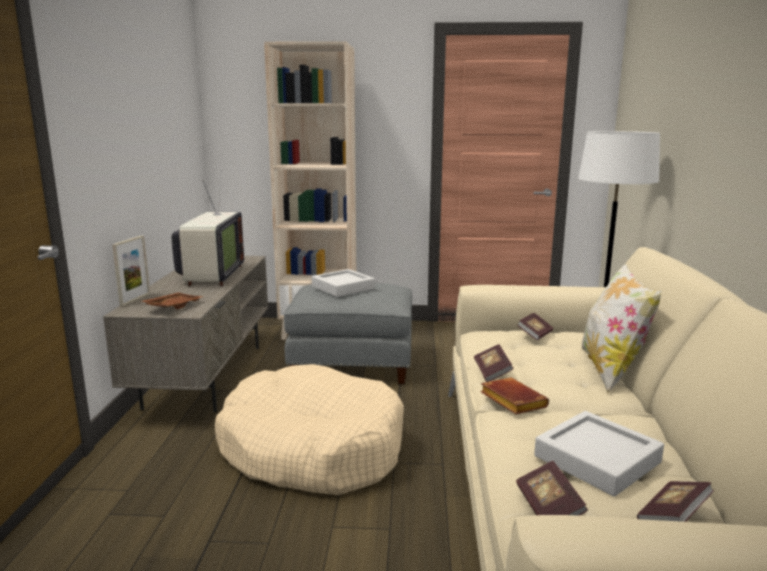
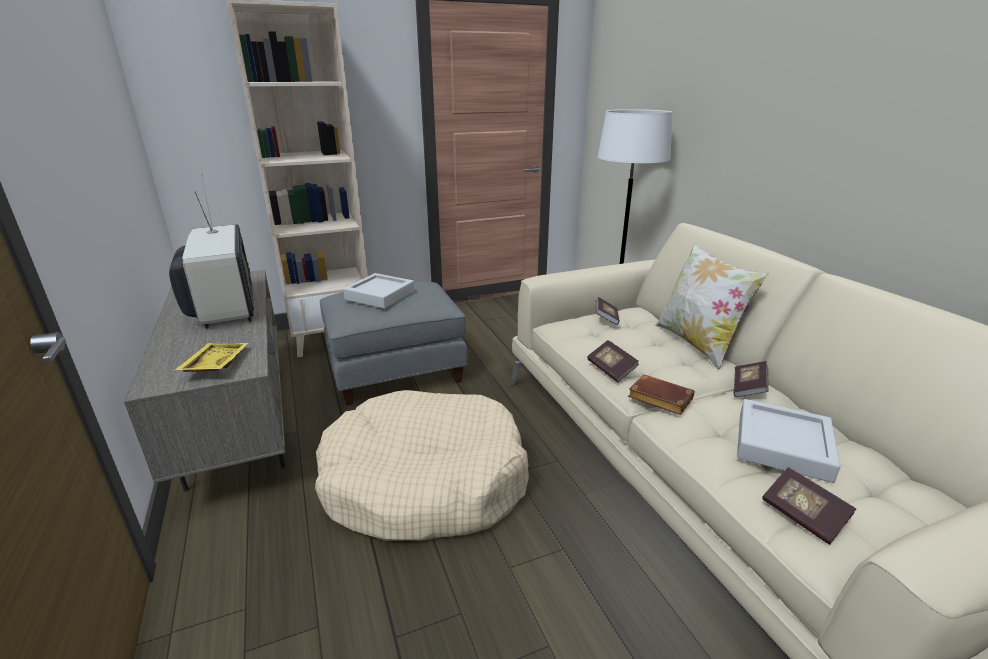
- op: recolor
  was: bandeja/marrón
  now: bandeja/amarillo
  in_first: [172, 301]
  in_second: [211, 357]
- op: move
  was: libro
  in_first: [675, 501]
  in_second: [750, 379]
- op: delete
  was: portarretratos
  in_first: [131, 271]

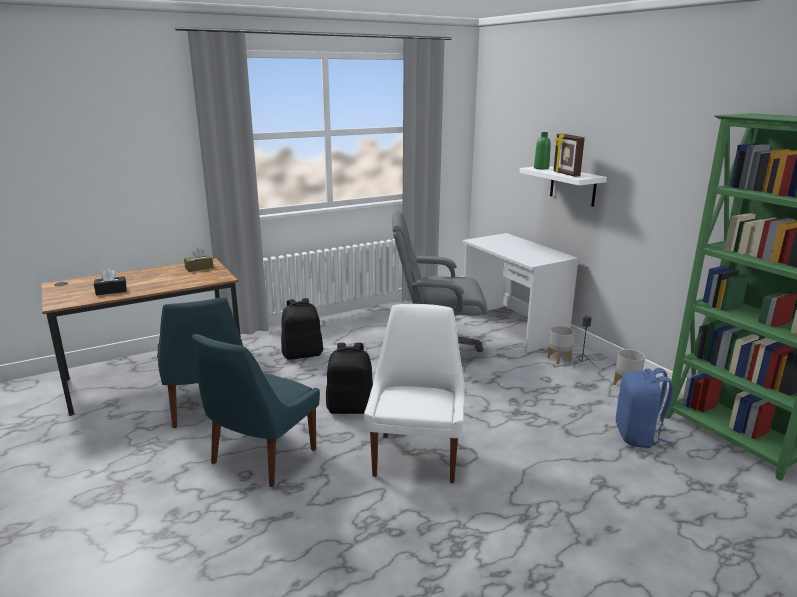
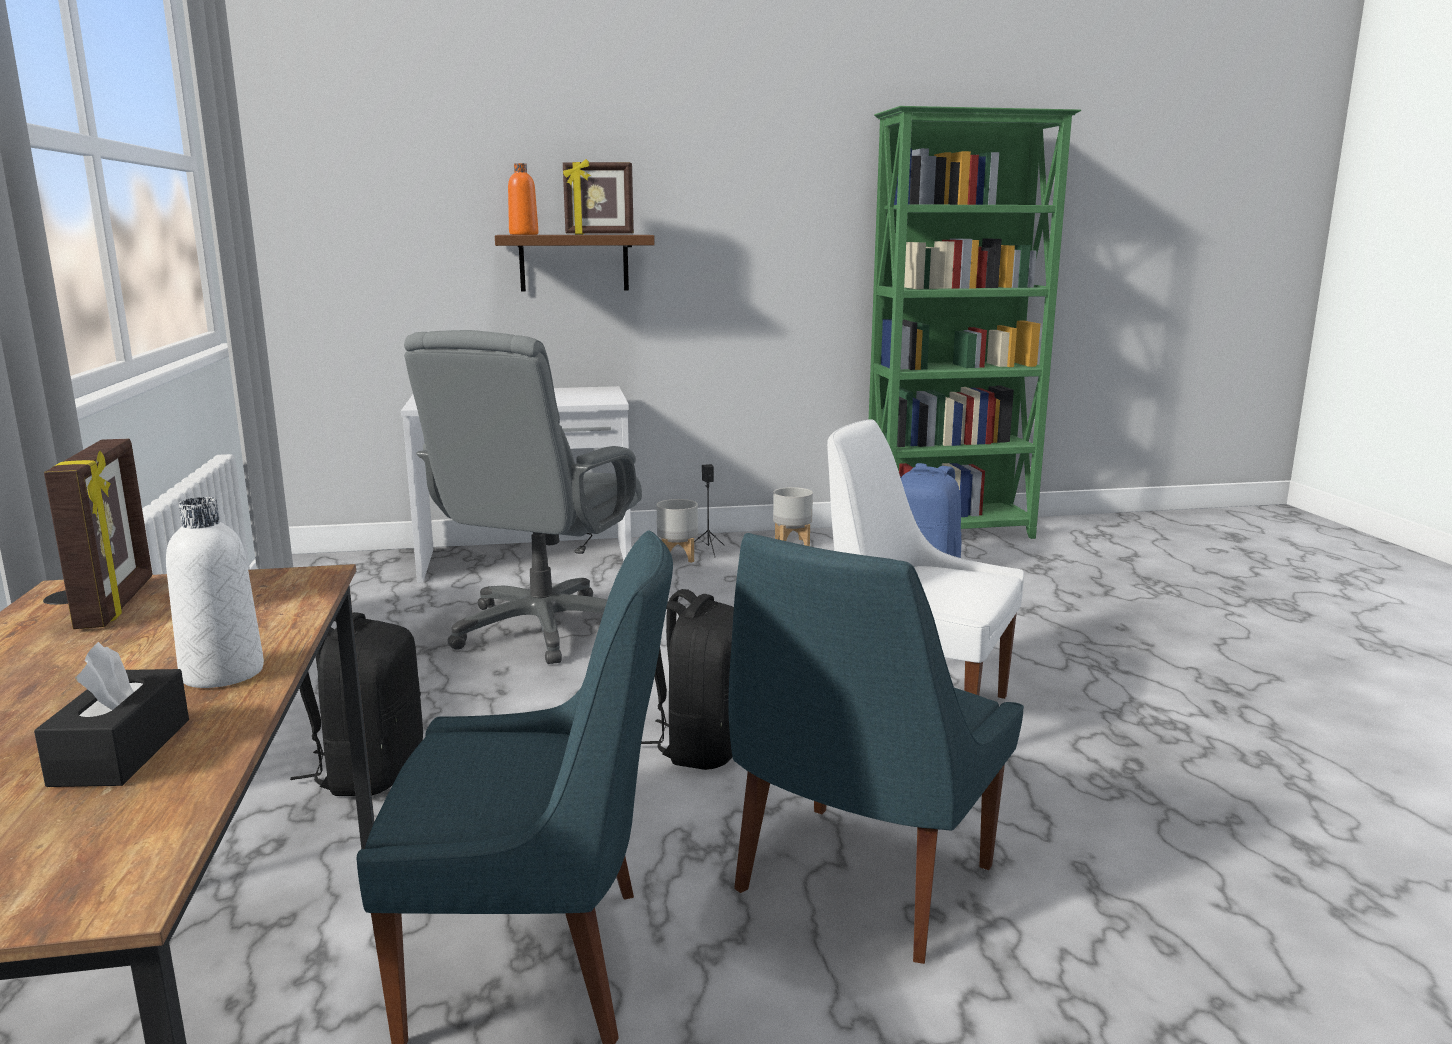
- op: replace
  was: caja de pañuelos/marrón
  now: portarretratos
  in_first: [199, 260]
  in_second: [98, 534]
- op: insert
  now: botella/blanco
  in_second: [215, 592]
- op: recolor
  was: estante/blanco
  now: estante/marrón
  in_first: [563, 186]
  in_second: [575, 263]
- op: recolor
  was: botella/verde
  now: botella/naranja
  in_first: [542, 150]
  in_second: [523, 199]
- op: rotate
  was: silla/azul
  in_first: [256, 410]
  in_second: [876, 748]
  clockwise: 75

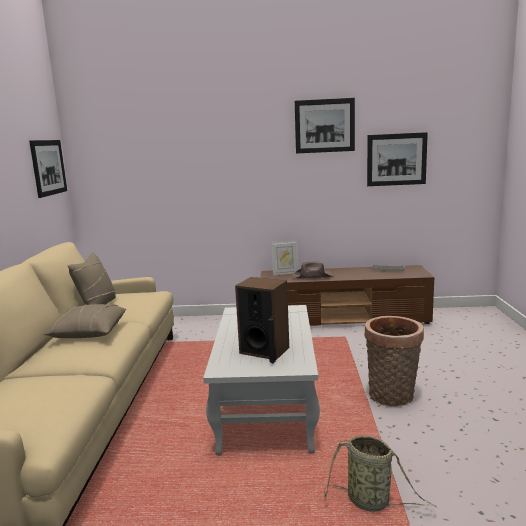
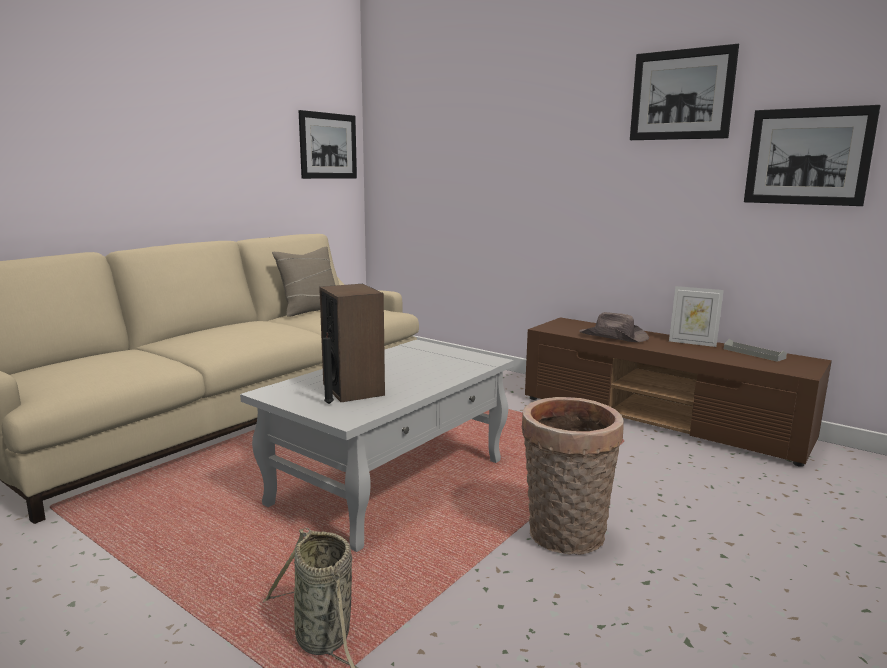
- op: move
  was: portarretratos
  in_first: [285, 257]
  in_second: [696, 316]
- op: delete
  was: cojín/beis
  in_first: [84, 321]

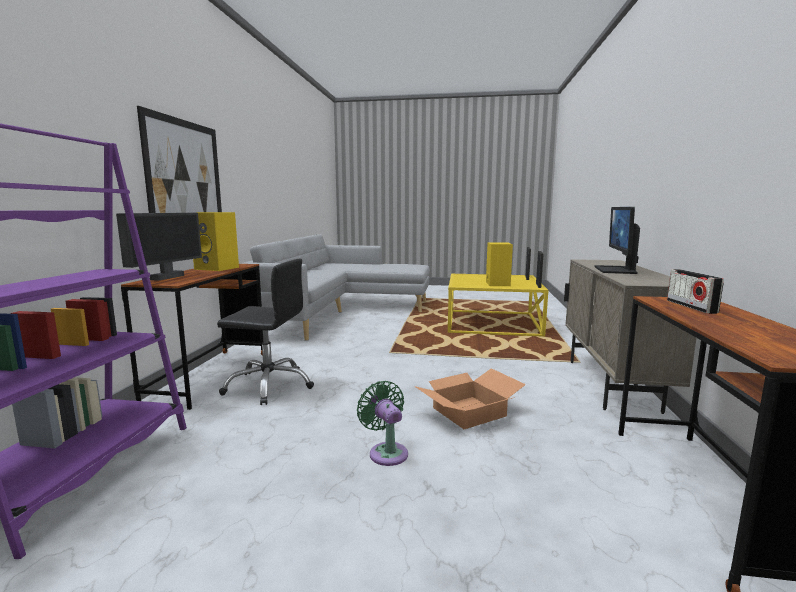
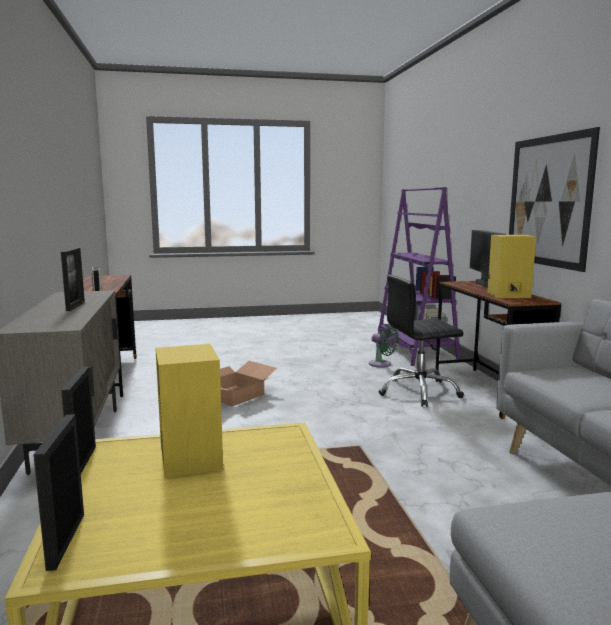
- op: replace
  was: monitor
  now: portarretratos
  in_first: [617, 240]
  in_second: [73, 279]
- op: move
  was: ventilador/verde
  in_first: [382, 423]
  in_second: [384, 347]

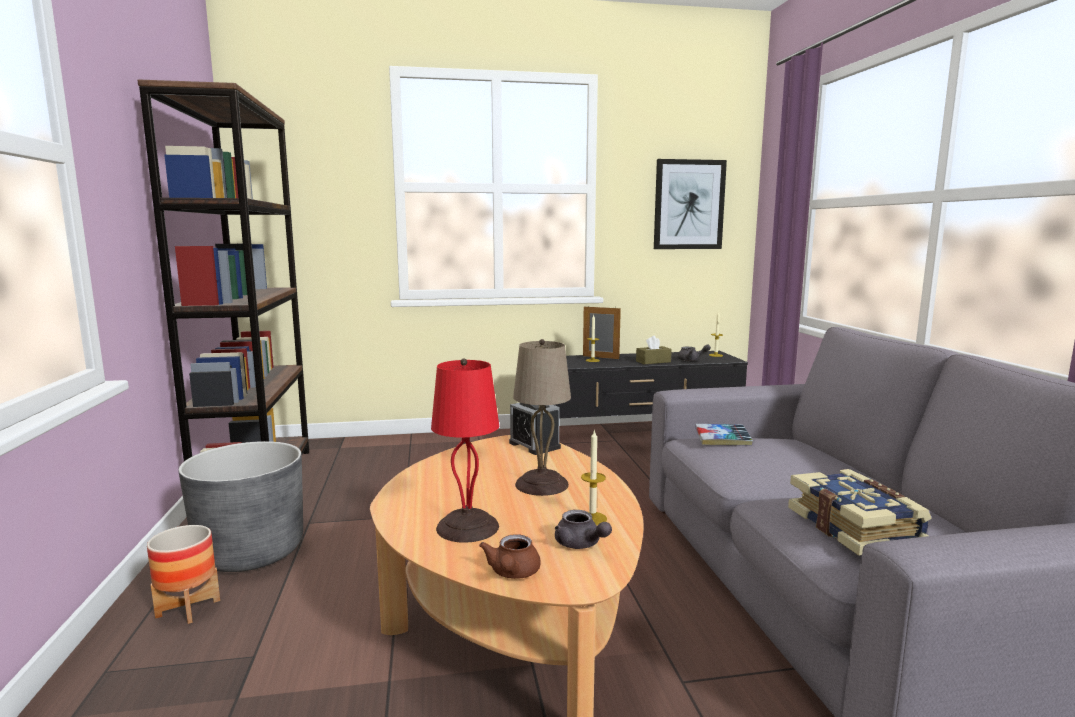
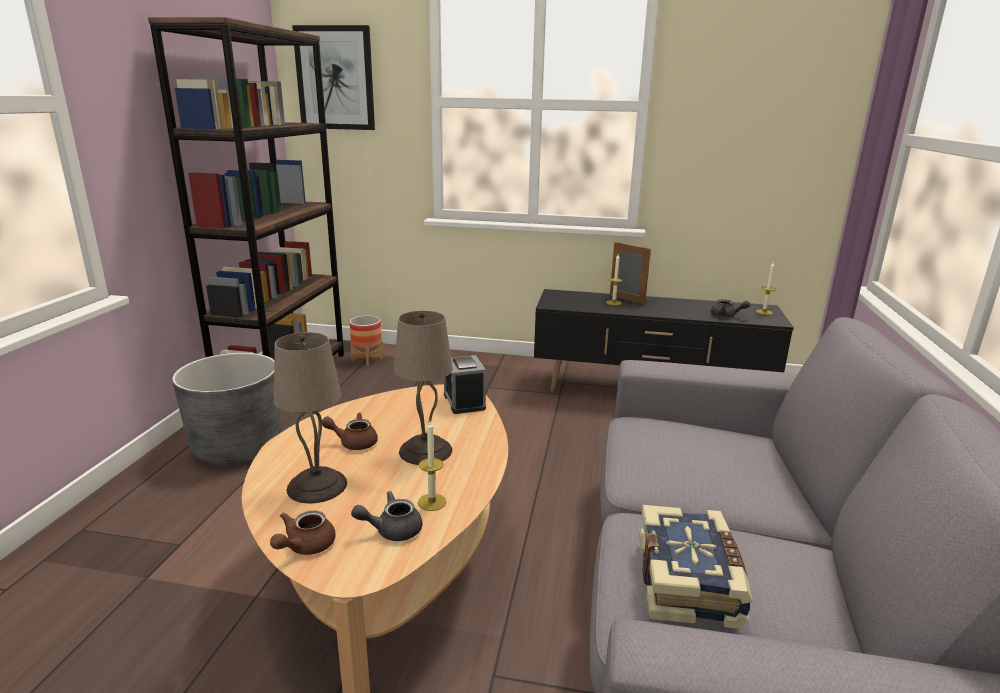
- op: recolor
  was: lámpara de mesa/rojo
  now: lámpara de mesa/beis
  in_first: [465, 451]
  in_second: [310, 417]
- op: move
  was: cuadro
  in_first: [690, 204]
  in_second: [333, 77]
- op: insert
  now: tetera/marrón
  in_second: [350, 431]
- op: move
  was: maceta
  in_first: [183, 574]
  in_second: [366, 340]
- op: rotate
  was: tetera/gris
  in_first: [583, 529]
  in_second: [386, 516]
  clockwise: 90
- op: delete
  was: caja de pañuelos/marrón
  in_first: [654, 349]
- op: delete
  was: libro
  in_first: [724, 435]

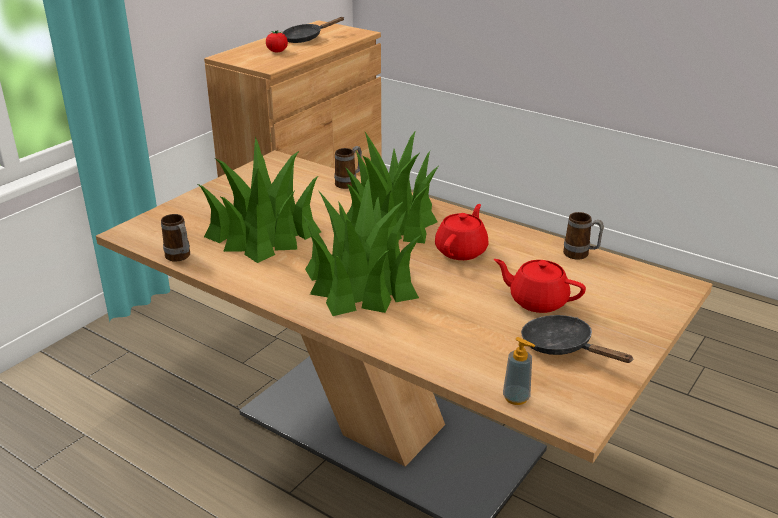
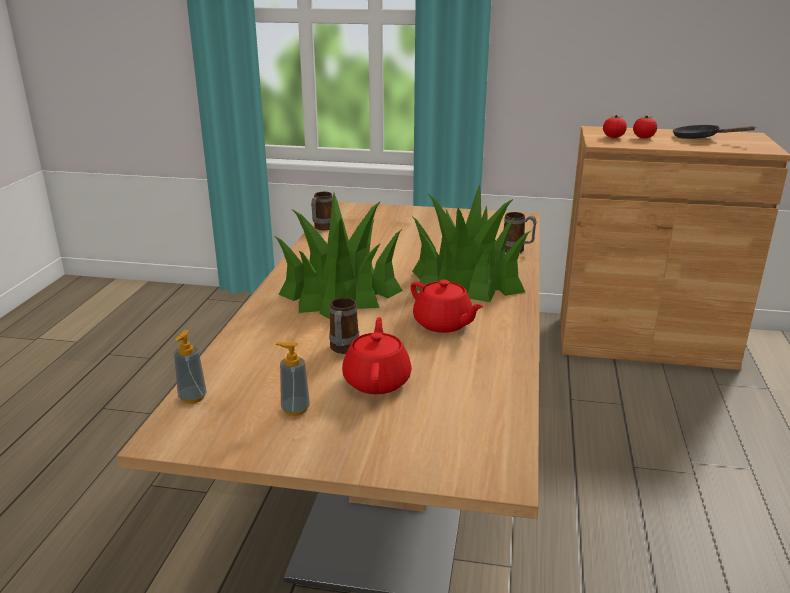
- op: replace
  was: sartén/negro
  now: dispensador de jabón
  in_first: [577, 339]
  in_second: [293, 379]
- op: move
  was: taza grande
  in_first: [583, 236]
  in_second: [344, 326]
- op: rotate
  was: tetera/rojo
  in_first: [461, 232]
  in_second: [447, 306]
  clockwise: 45
- op: insert
  now: tomate
  in_second: [615, 126]
- op: delete
  was: planta en maceta
  in_first: [259, 199]

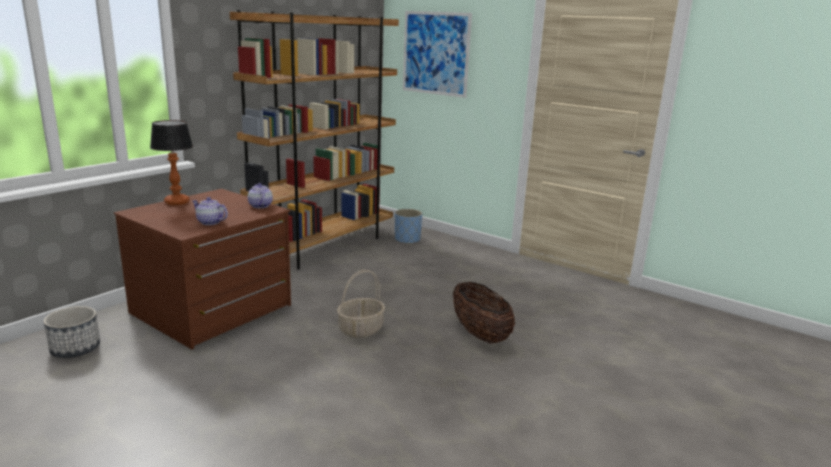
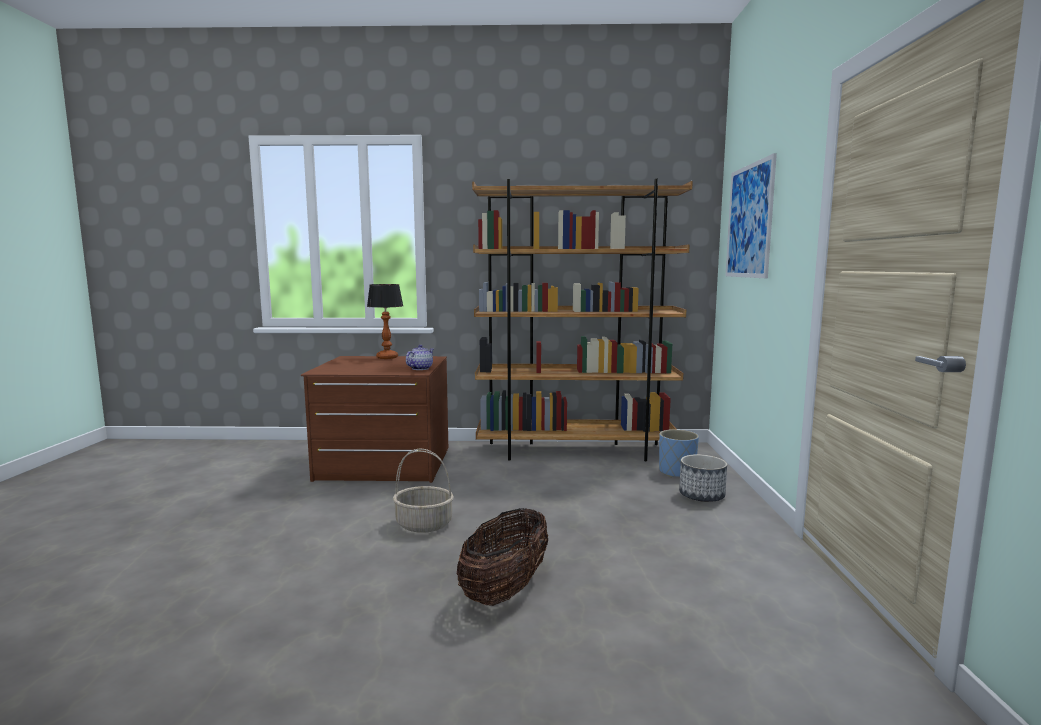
- op: move
  was: maceta
  in_first: [72, 332]
  in_second: [703, 478]
- op: delete
  was: tetera
  in_first: [210, 211]

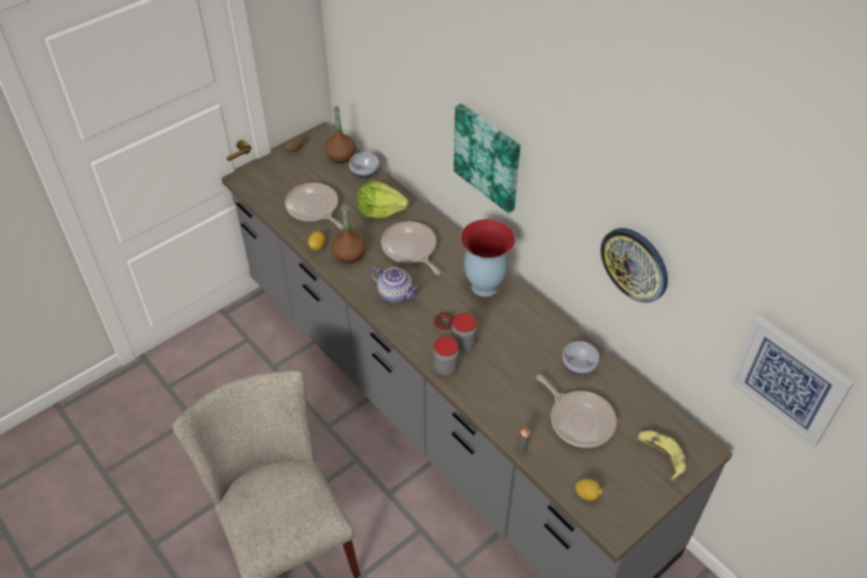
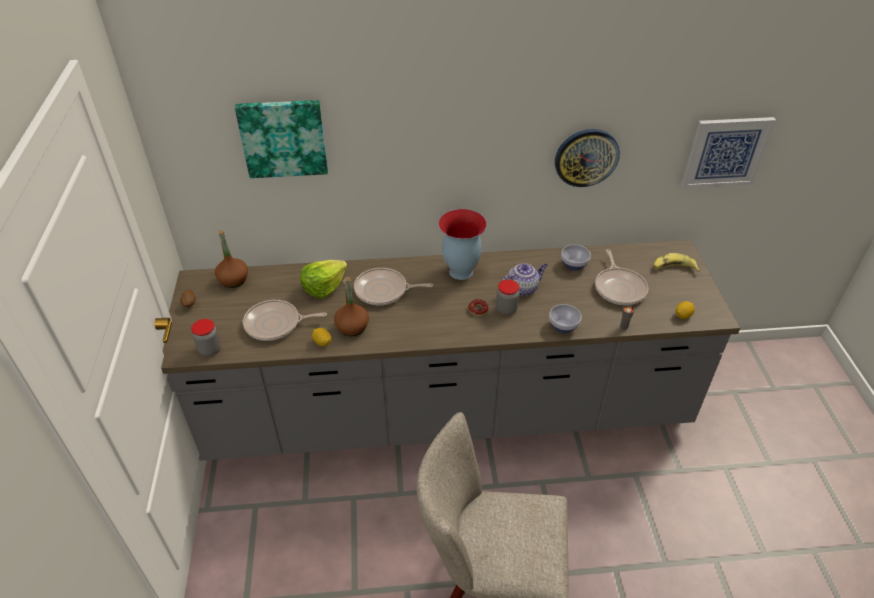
- op: move
  was: tarro
  in_first: [446, 356]
  in_second: [206, 337]
- op: move
  was: cuadro
  in_first: [487, 158]
  in_second: [281, 139]
- op: move
  was: tetera
  in_first: [394, 285]
  in_second: [524, 279]
- op: move
  was: cuenco
  in_first: [364, 165]
  in_second: [565, 318]
- op: rotate
  was: sartén
  in_first: [576, 411]
  in_second: [621, 277]
  clockwise: 90

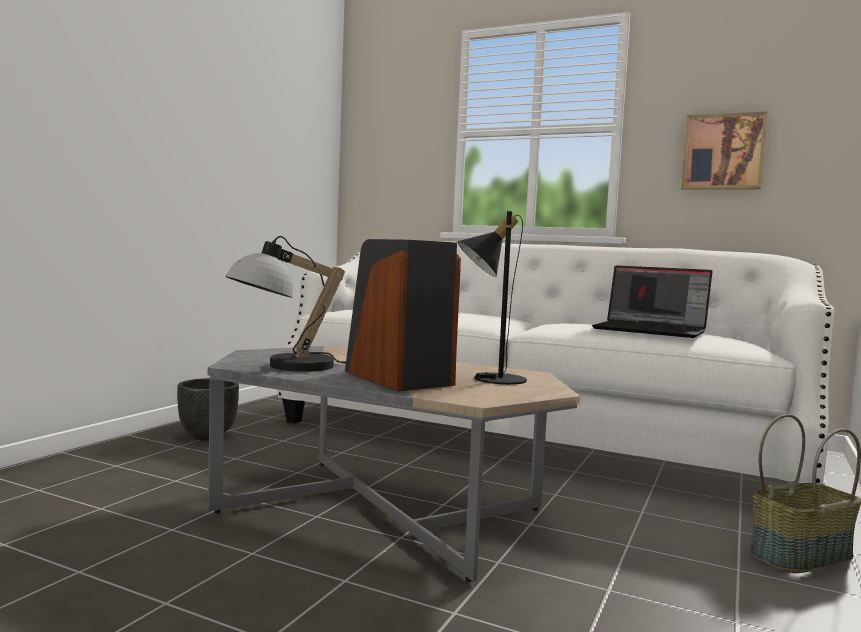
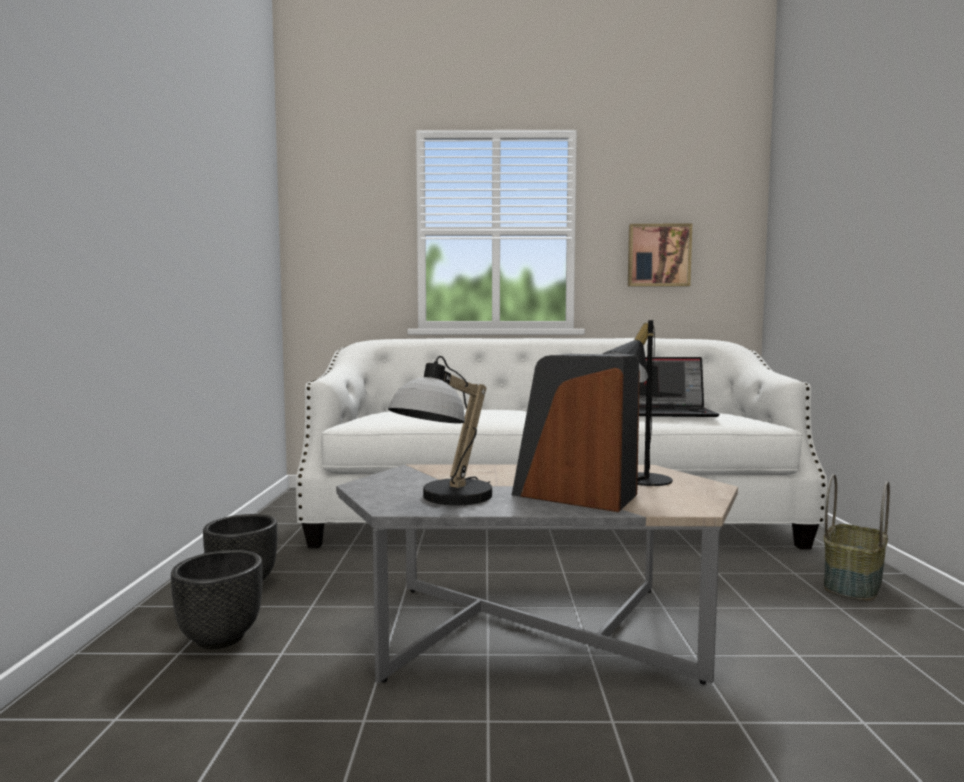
- op: insert
  now: maceta/negro
  in_second: [217, 599]

